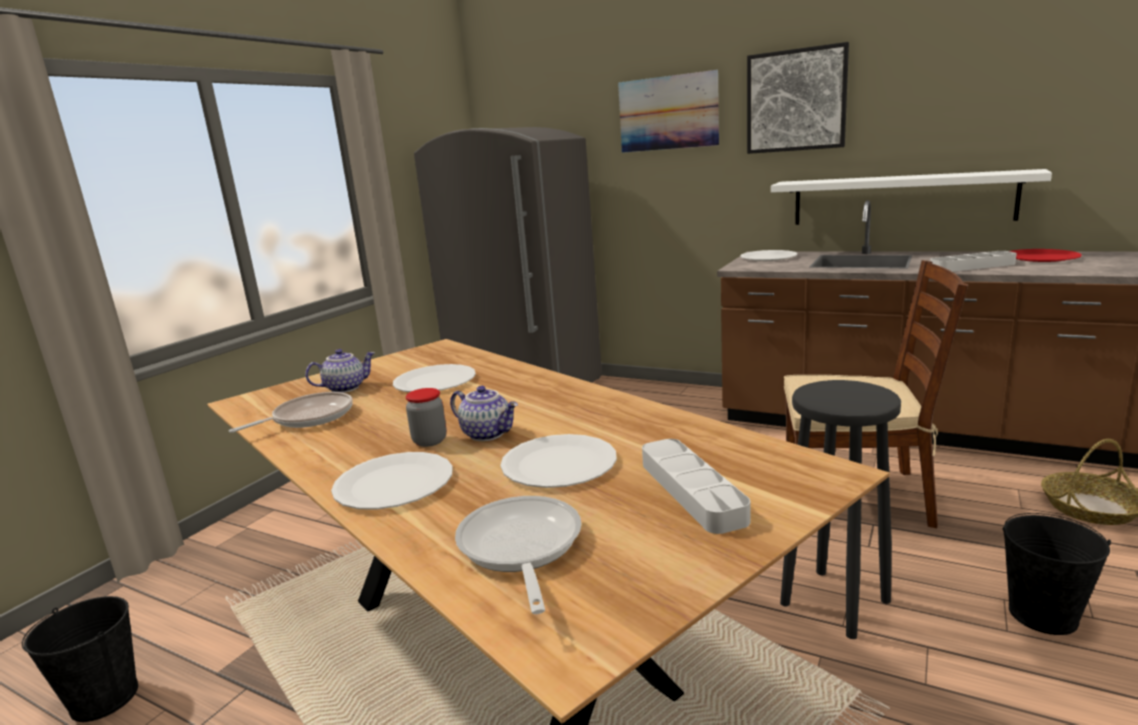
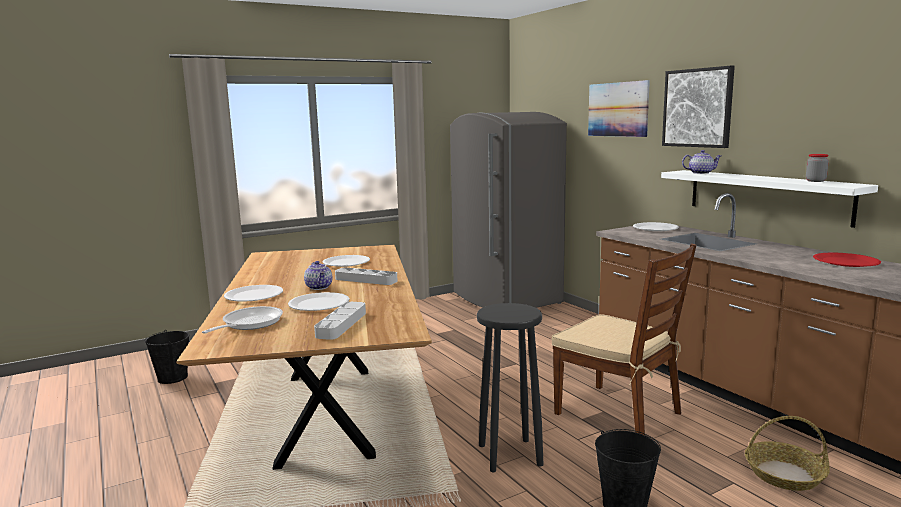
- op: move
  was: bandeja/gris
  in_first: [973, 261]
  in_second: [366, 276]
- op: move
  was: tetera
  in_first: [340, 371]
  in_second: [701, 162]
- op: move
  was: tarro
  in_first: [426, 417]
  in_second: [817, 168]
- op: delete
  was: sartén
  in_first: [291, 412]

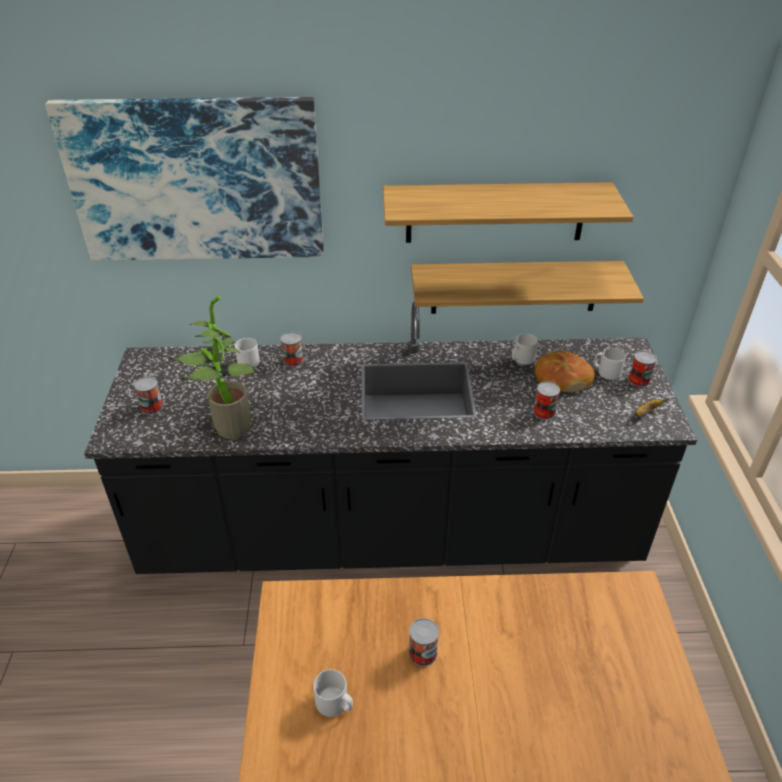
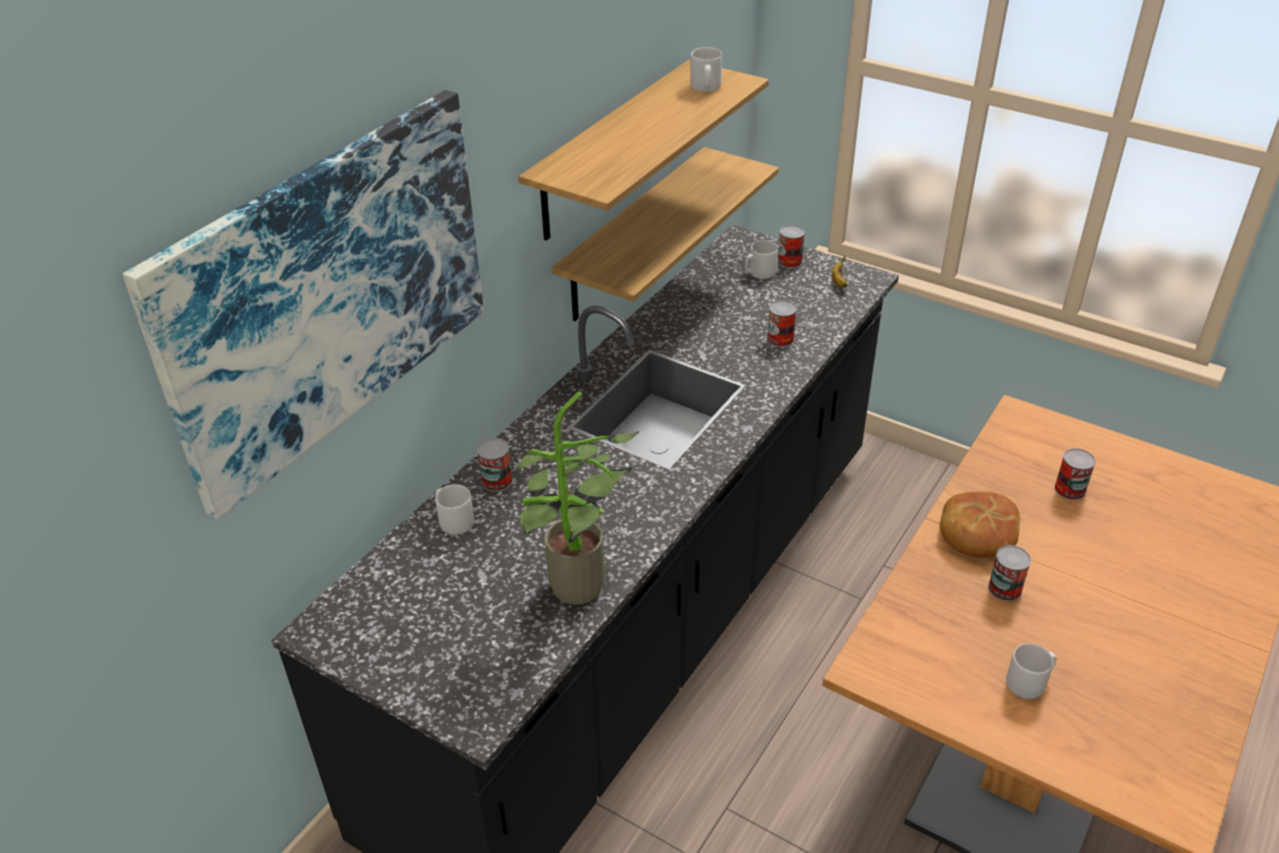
- op: move
  was: taza grande/gris
  in_first: [525, 349]
  in_second: [706, 69]
- op: move
  was: pan
  in_first: [565, 371]
  in_second: [980, 524]
- op: move
  was: lata
  in_first: [148, 395]
  in_second: [1075, 474]

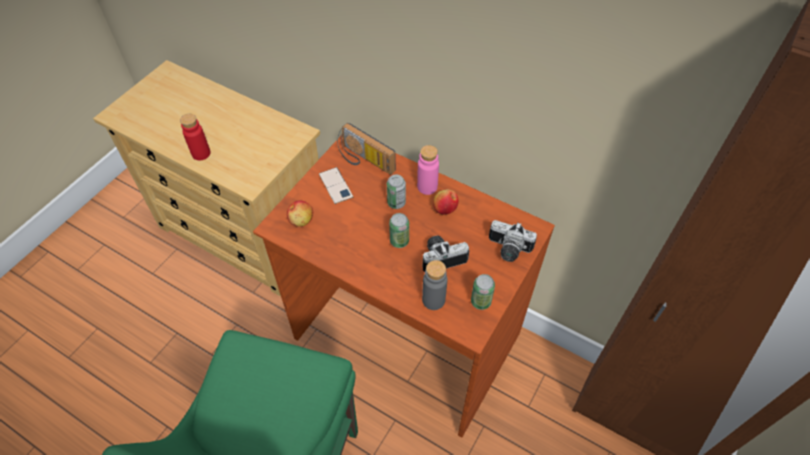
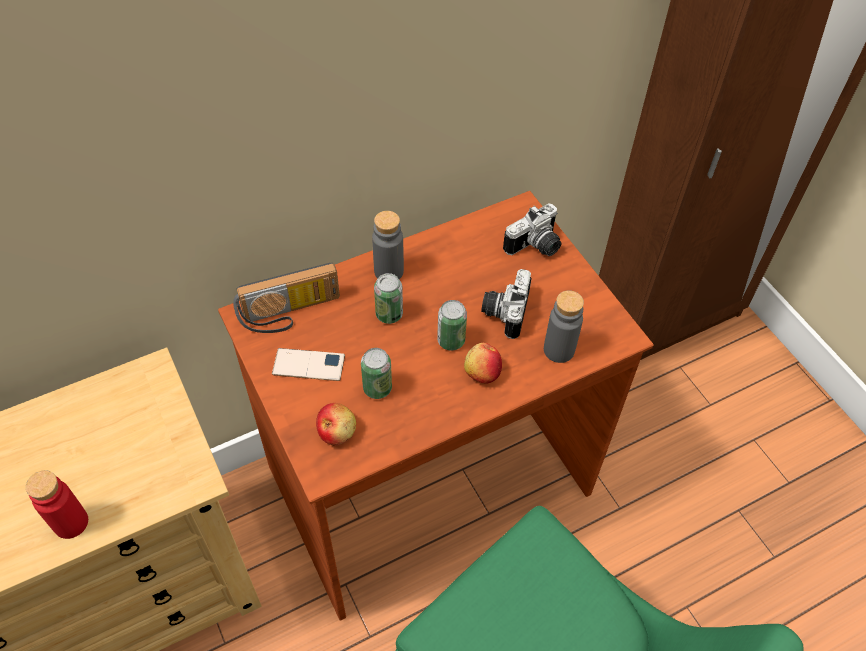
- op: move
  was: lata
  in_first: [483, 292]
  in_second: [376, 373]
- op: recolor
  was: botella/rosa
  now: botella/gris
  in_first: [428, 170]
  in_second: [388, 245]
- op: move
  was: manzana
  in_first: [445, 202]
  in_second: [483, 363]

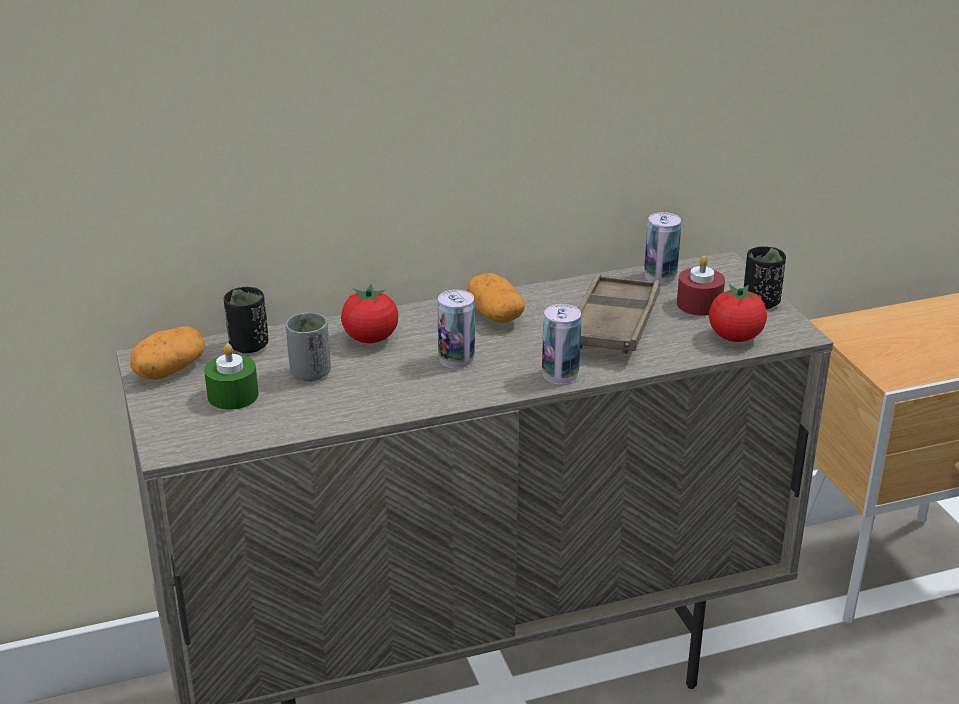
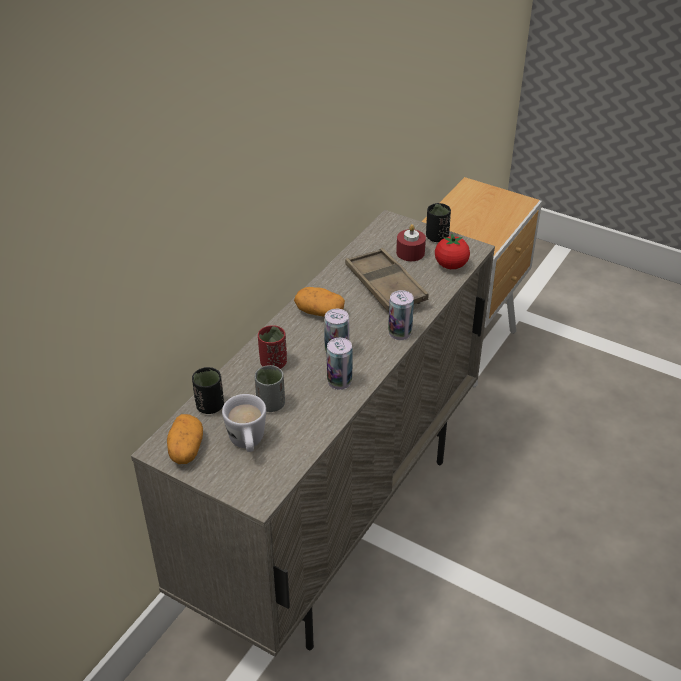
- op: replace
  was: vela/verde
  now: taza grande/blanco
  in_first: [231, 376]
  in_second: [244, 423]
- op: replace
  was: tomate
  now: taza/rojo
  in_first: [369, 313]
  in_second: [272, 347]
- op: move
  was: lata
  in_first: [662, 248]
  in_second: [340, 364]

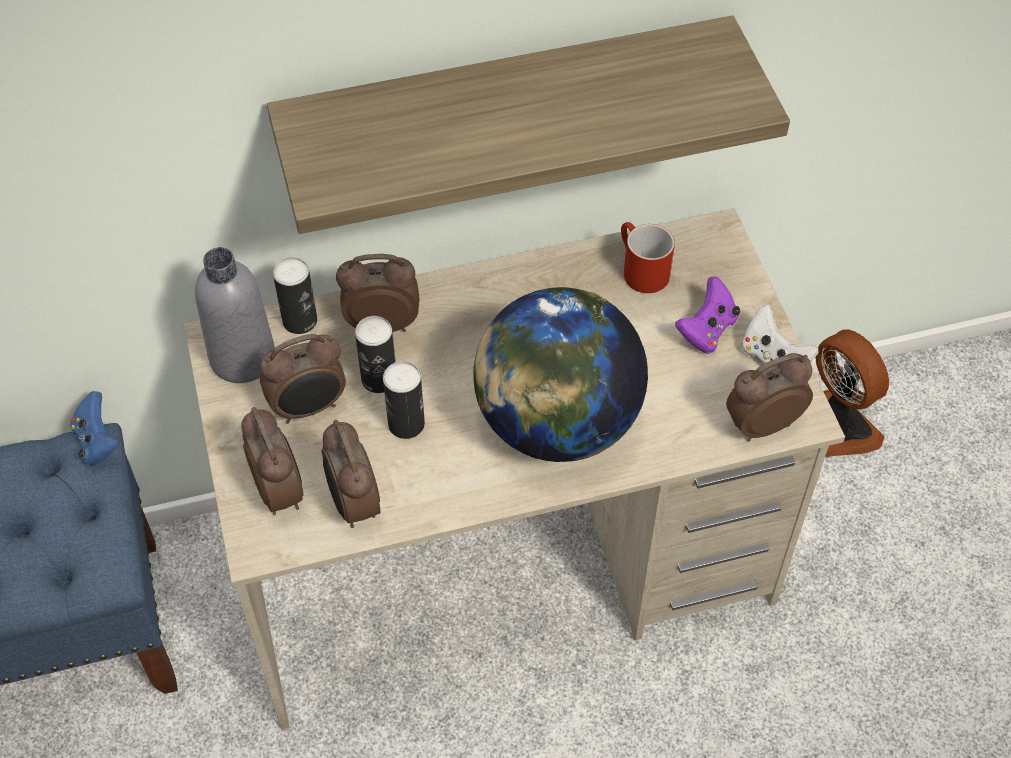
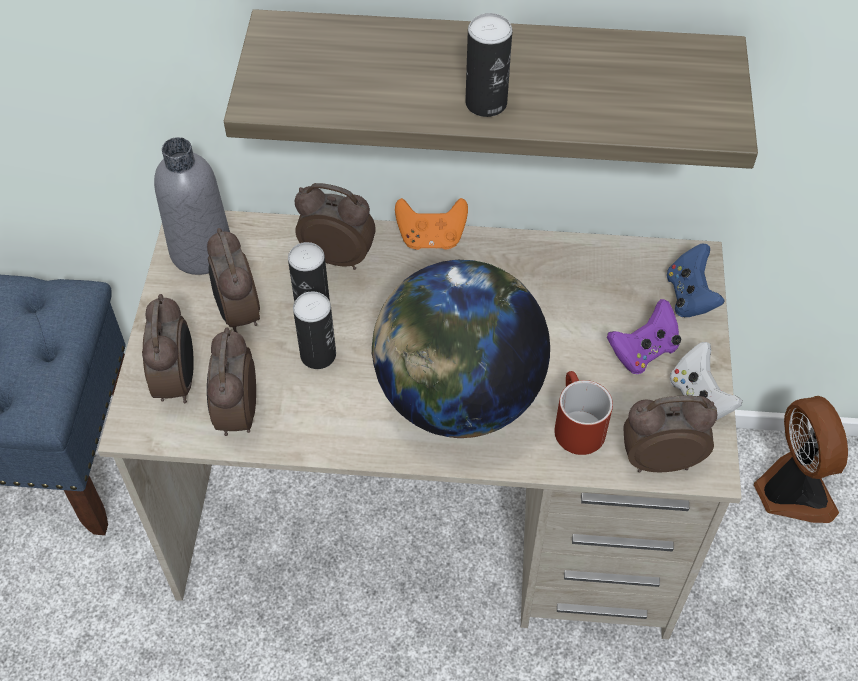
- op: rotate
  was: despertador
  in_first: [303, 379]
  in_second: [233, 280]
  clockwise: 75
- op: insert
  now: mando de consola/naranja
  in_second: [431, 224]
- op: move
  was: lata
  in_first: [295, 295]
  in_second: [488, 65]
- op: move
  was: taza grande/rojo
  in_first: [648, 257]
  in_second: [584, 413]
- op: move
  was: mando de consola/azul
  in_first: [94, 428]
  in_second: [696, 280]

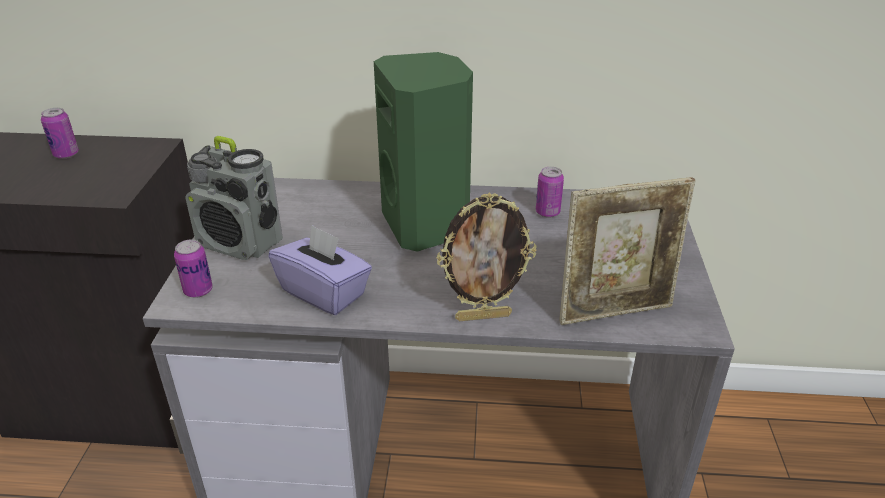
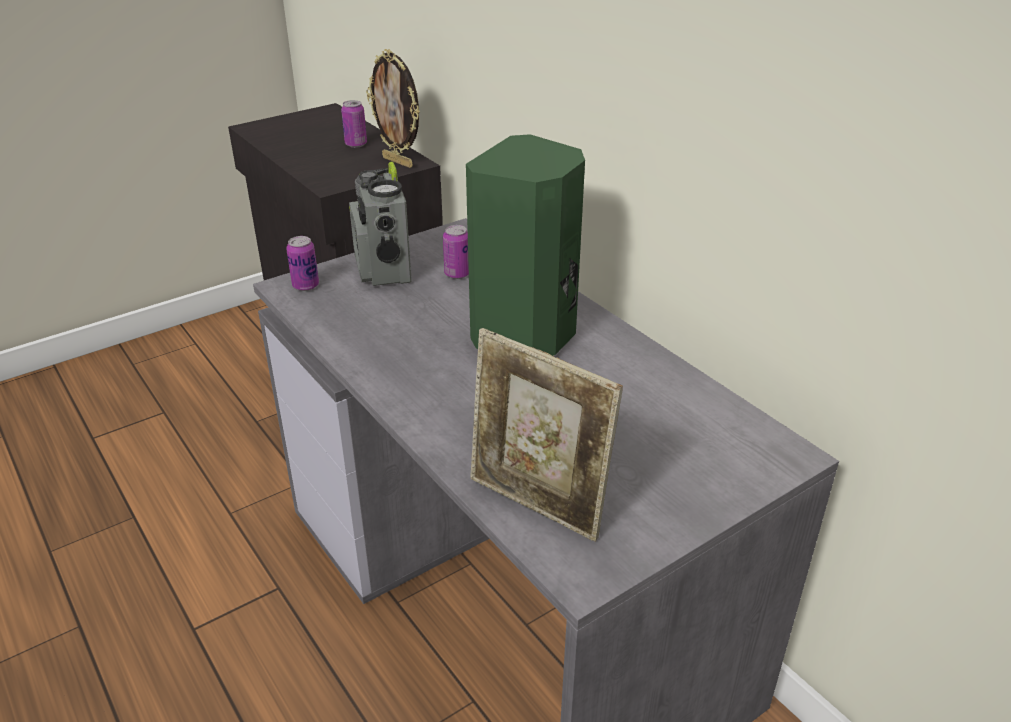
- op: move
  was: portarretratos
  in_first: [487, 257]
  in_second: [393, 108]
- op: move
  was: lata
  in_first: [550, 192]
  in_second: [456, 252]
- op: delete
  was: caja de pañuelos/morado
  in_first: [320, 269]

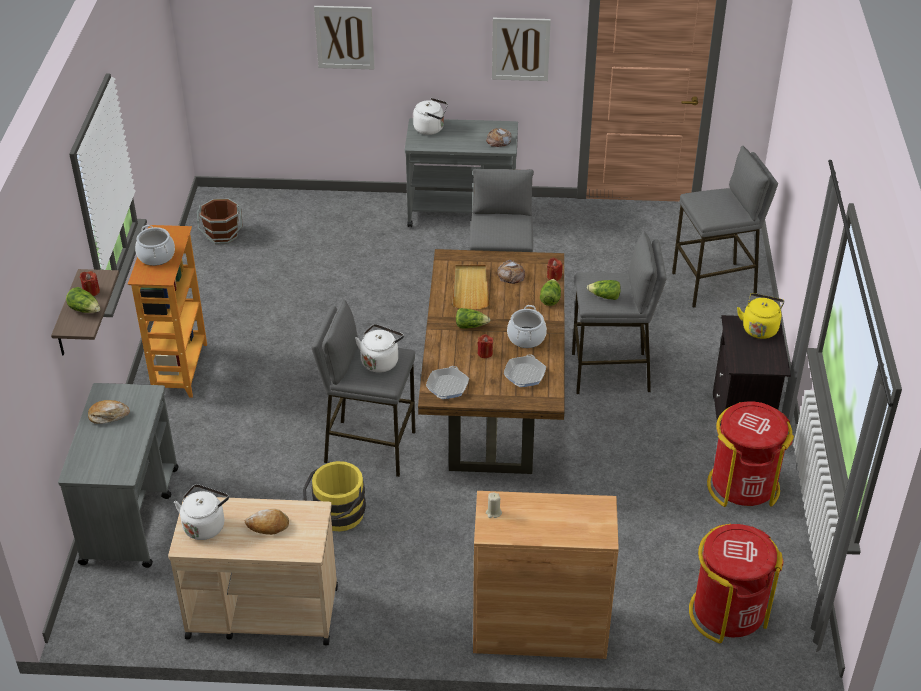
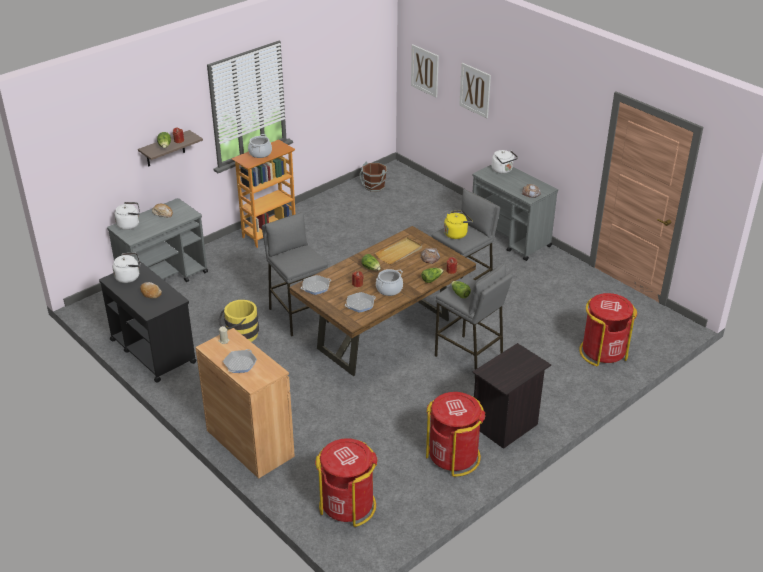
- op: recolor
  was: carrito/beis
  now: carrito/negro
  in_first: [253, 571]
  in_second: [148, 322]
- op: move
  was: hervidor/blanco
  in_first: [379, 348]
  in_second: [127, 216]
- op: insert
  now: sartén
  in_second: [240, 361]
- op: move
  was: cuadro
  in_first: [521, 49]
  in_second: [425, 71]
- op: move
  was: hervidor/amarillo
  in_first: [760, 316]
  in_second: [458, 224]
- op: replace
  was: taburete/gris
  now: papelera/rojo
  in_first: [725, 227]
  in_second: [608, 329]

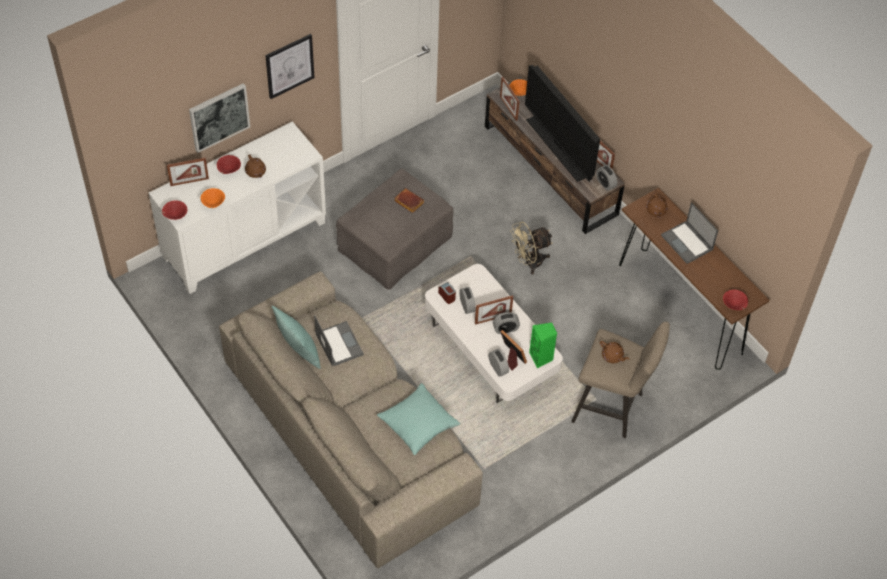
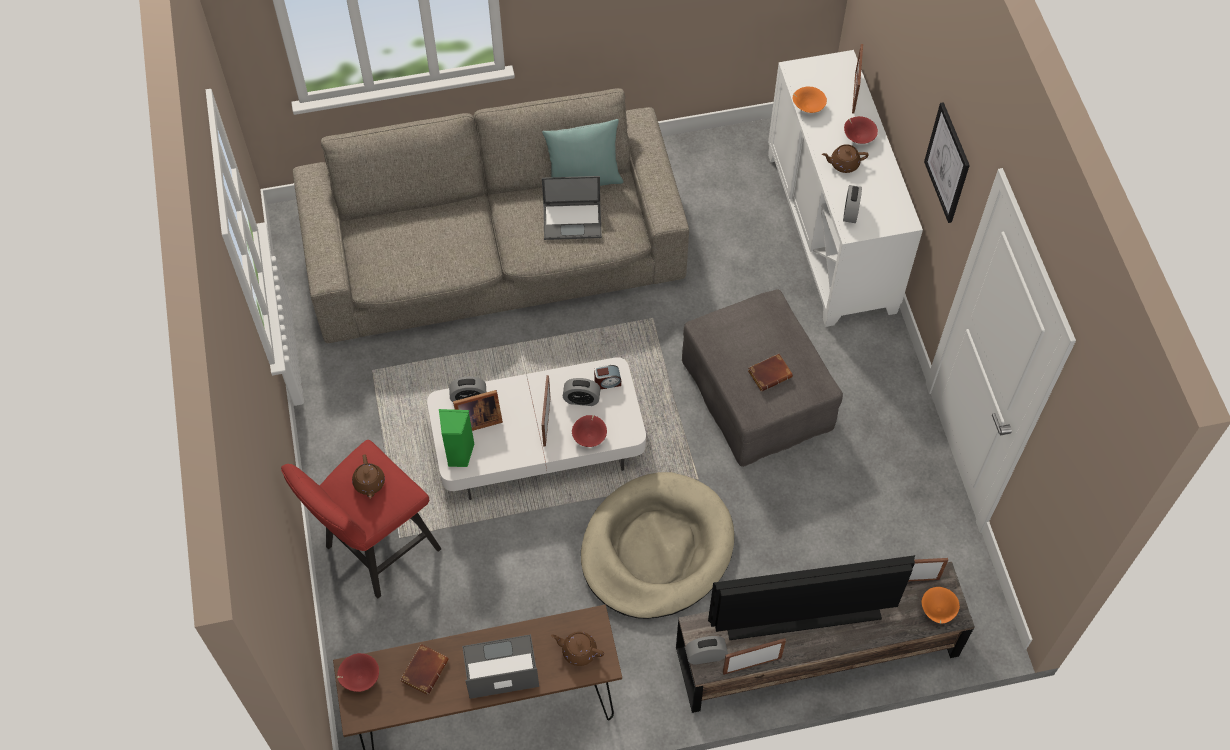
- op: recolor
  was: taburete/beis
  now: taburete/rojo
  in_first: [620, 380]
  in_second: [361, 519]
- op: rotate
  was: tetera/marrón
  in_first: [614, 352]
  in_second: [368, 477]
  clockwise: -75
- op: insert
  now: libro/marrón
  in_second: [424, 669]
- op: move
  was: cuenco/rojo
  in_first: [174, 210]
  in_second: [589, 431]
- op: replace
  was: ventilador/beis
  now: cama para perro/beis
  in_first: [531, 248]
  in_second: [657, 545]
- op: move
  was: despertador
  in_first: [506, 323]
  in_second: [852, 204]
- op: delete
  was: cuadro
  in_first: [219, 118]
- op: delete
  was: cojín/turquesa
  in_first: [418, 419]

